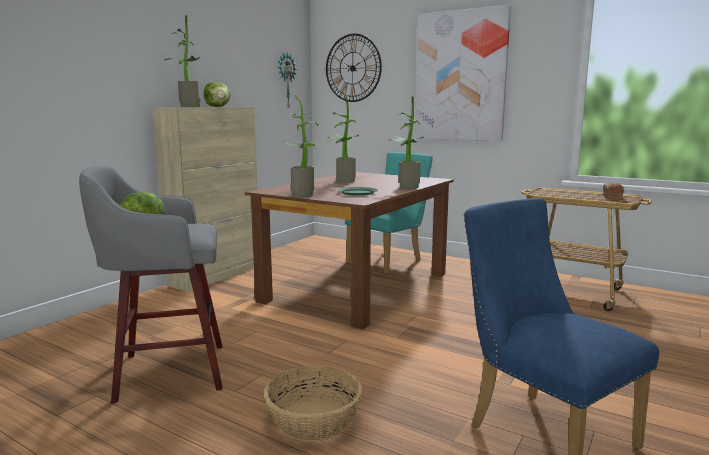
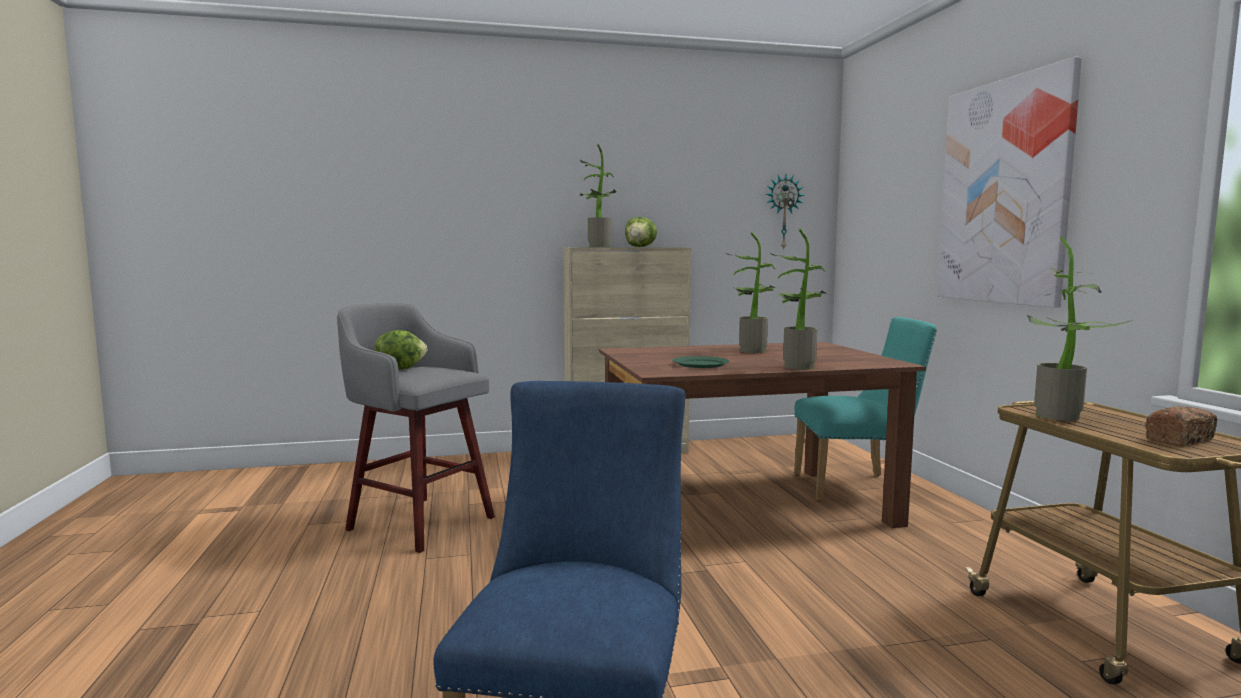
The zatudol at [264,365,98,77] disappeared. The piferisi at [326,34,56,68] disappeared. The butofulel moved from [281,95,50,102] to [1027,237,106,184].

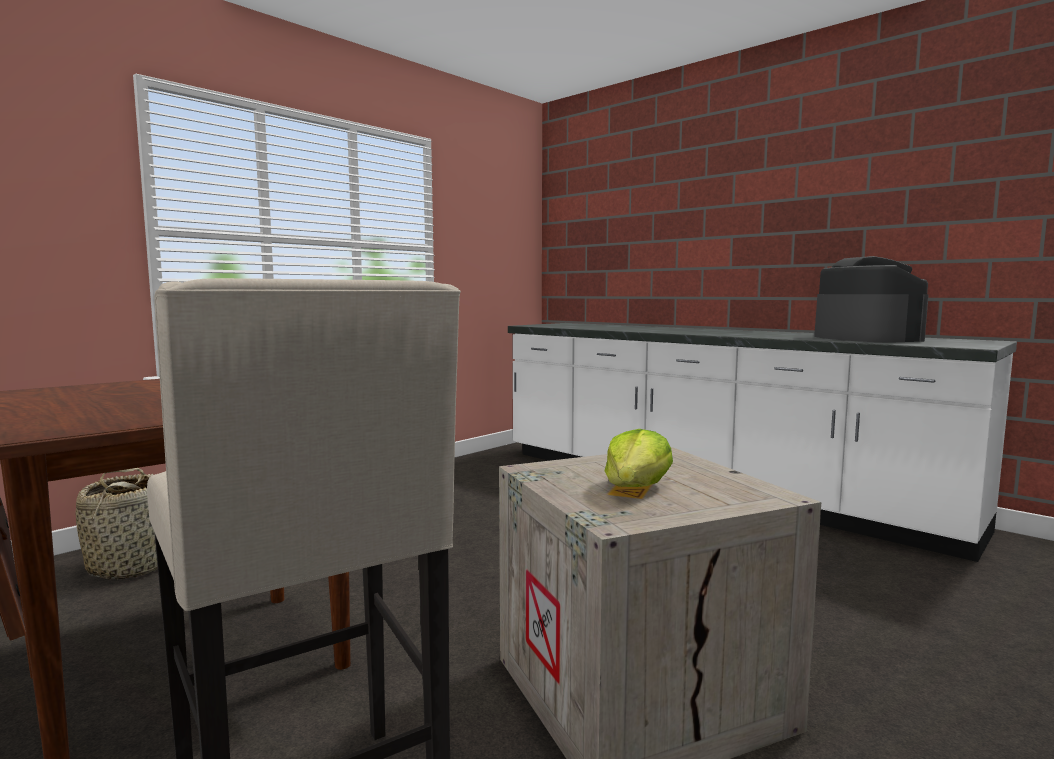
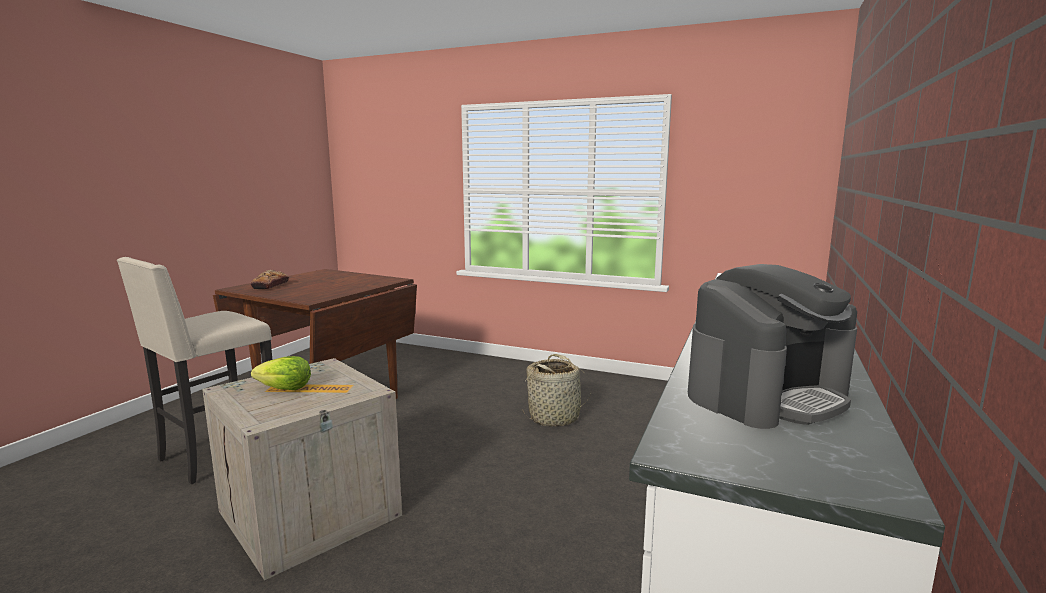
The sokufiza at [250,270,39,19] appeared. The zatudol moved from [76,468,82,112] to [522,354,69,73].

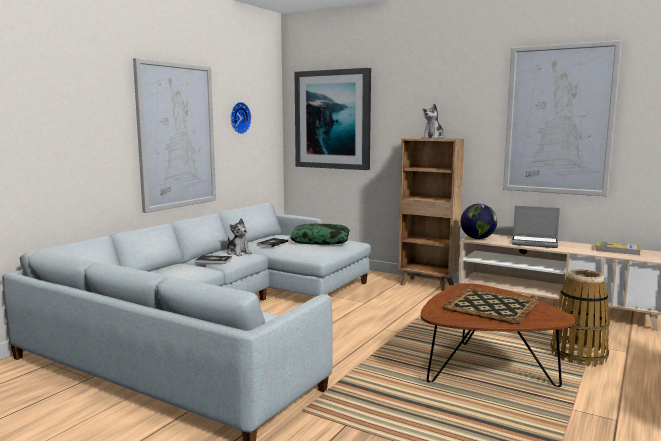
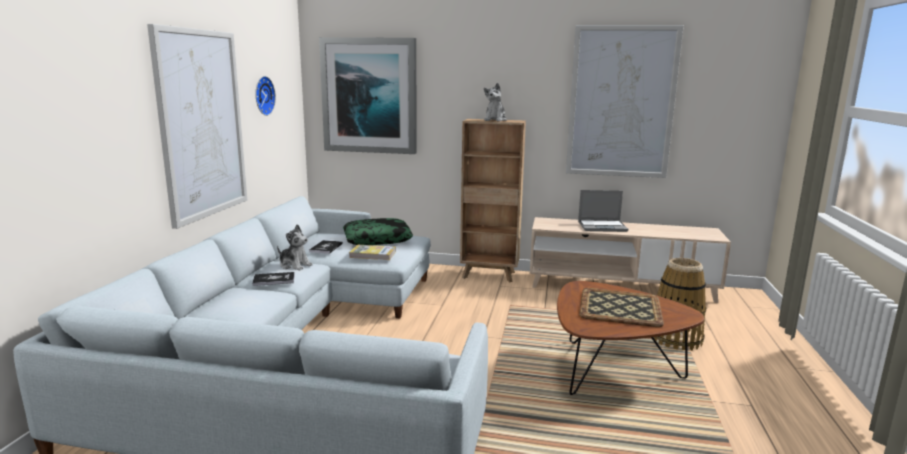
The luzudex at [460,204,37,35] disappeared. The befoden moved from [596,241,45,14] to [349,245,47,15].

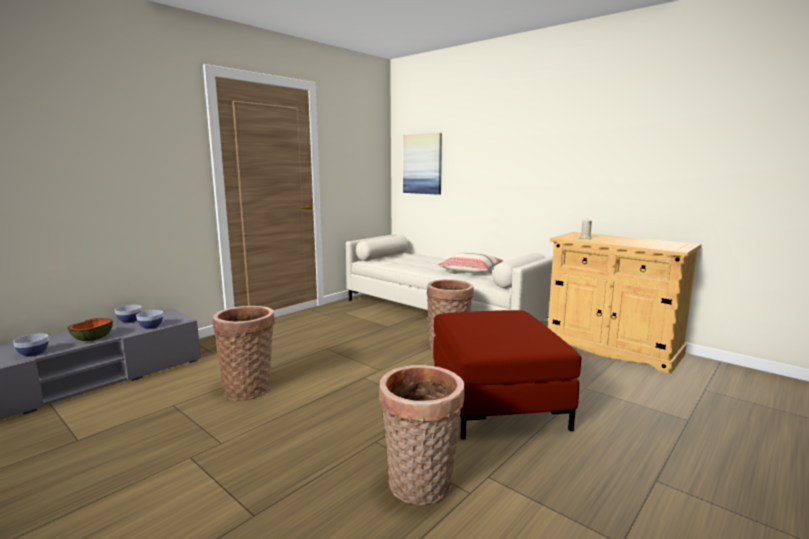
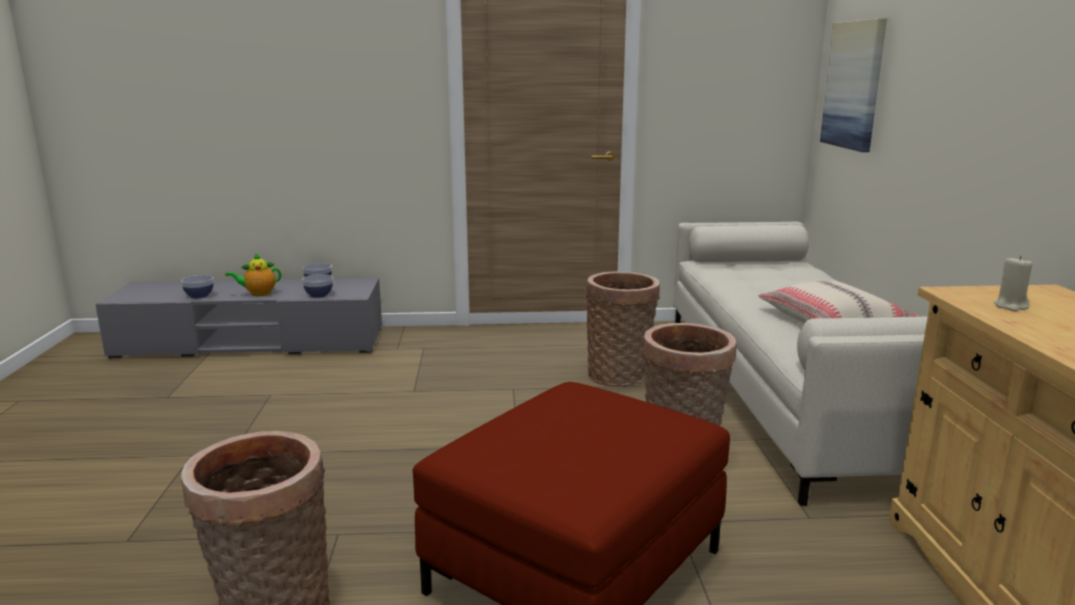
The zatudol moved from [212,306,63,95] to [585,271,75,116]. The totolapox at [68,318,45,23] was replaced by the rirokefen at [225,253,56,43].

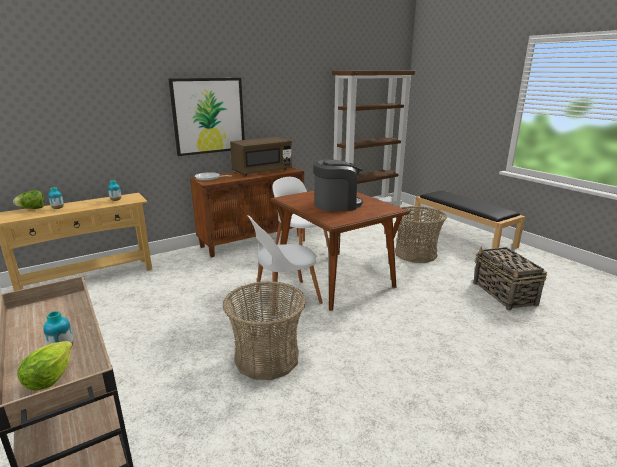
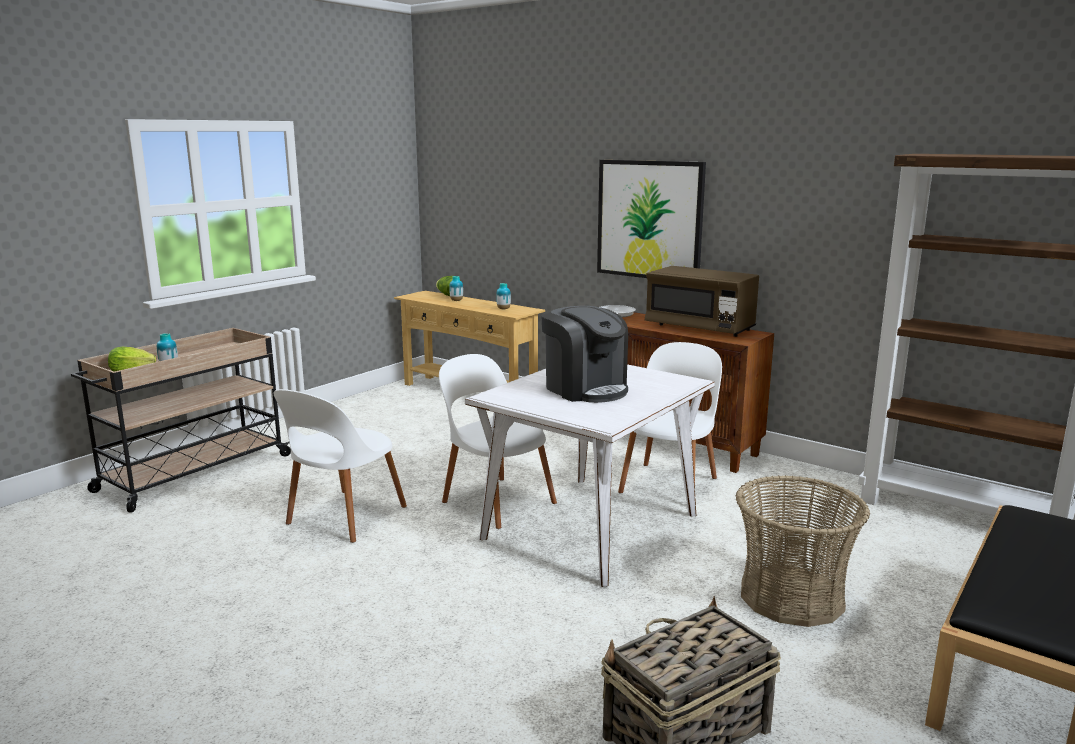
The zatudol at [223,281,83,99] was replaced by the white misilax at [273,389,134,154]. The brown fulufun at [270,190,140,121] became the white fulufun at [465,364,250,223].

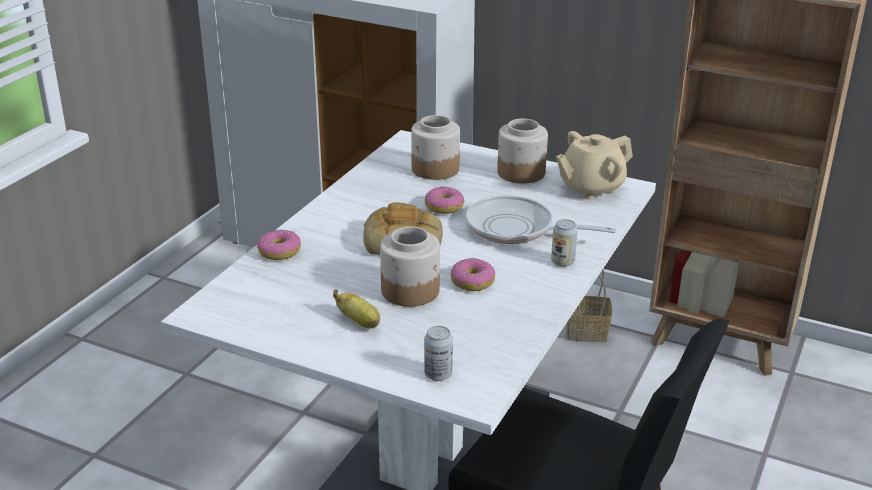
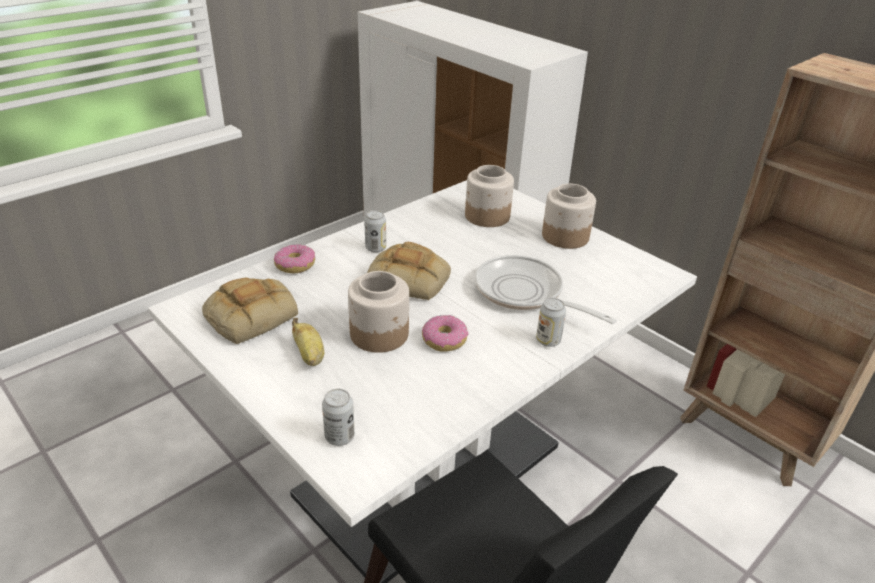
The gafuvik at [425,187,39,27] disappeared. The beige rirokefen at [556,131,77,69] disappeared. The zatudol at [566,268,46,74] disappeared. The sokufiza at [202,278,96,66] appeared. The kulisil at [364,210,22,43] appeared.

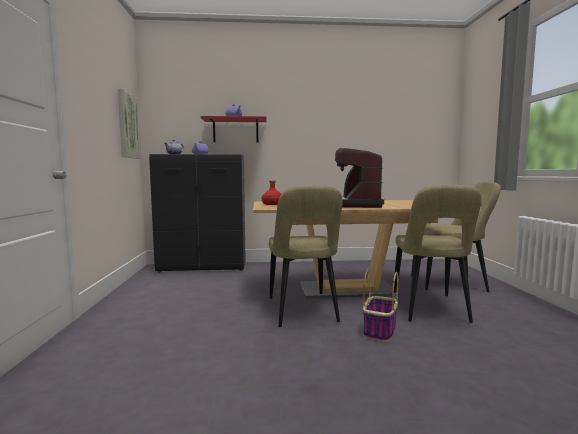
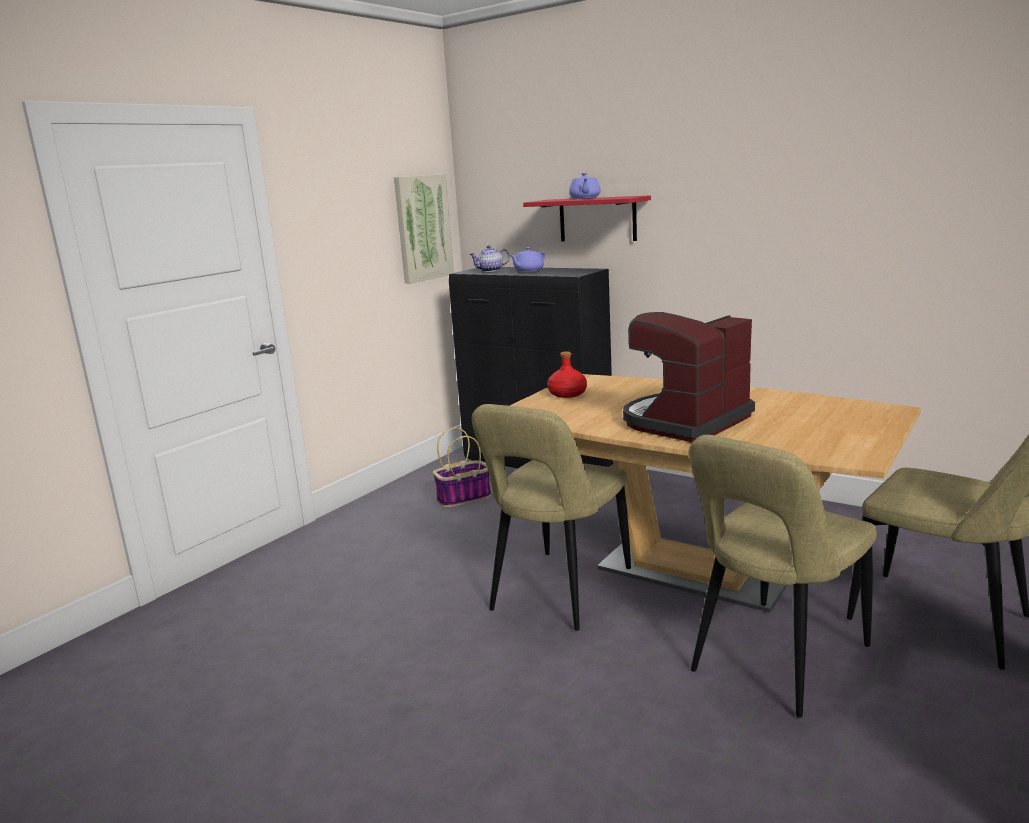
The zatudol moved from [363,268,35,74] to [433,428,58,79].

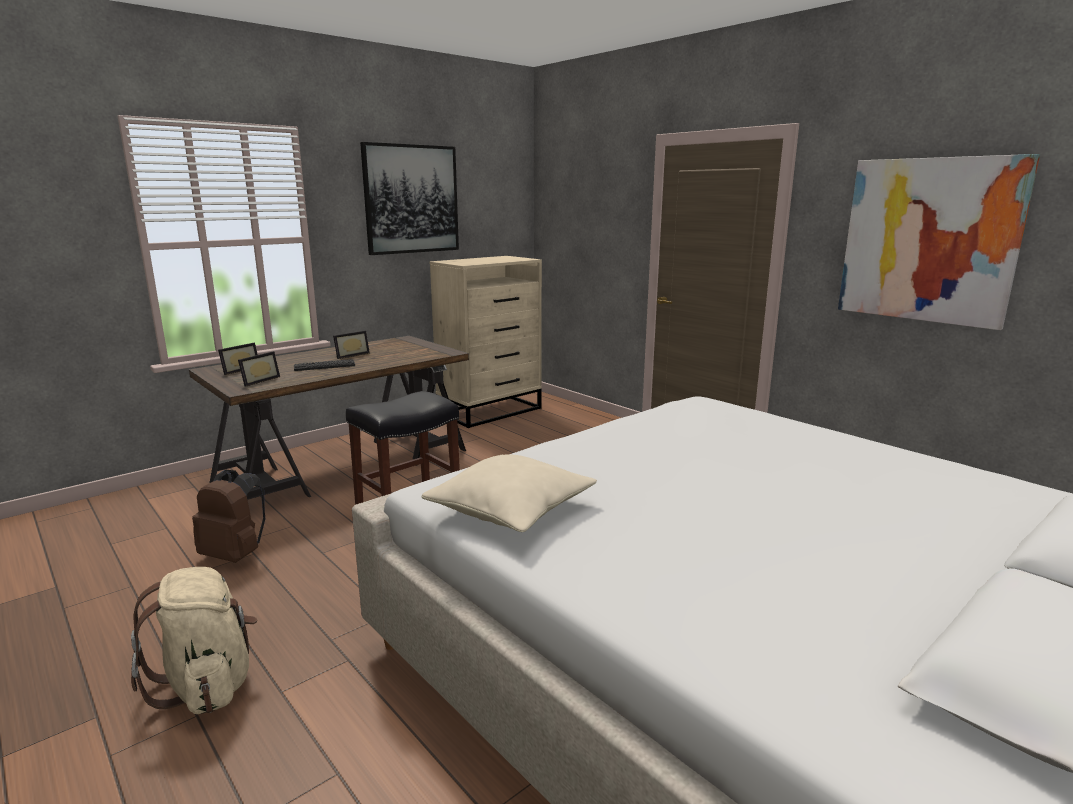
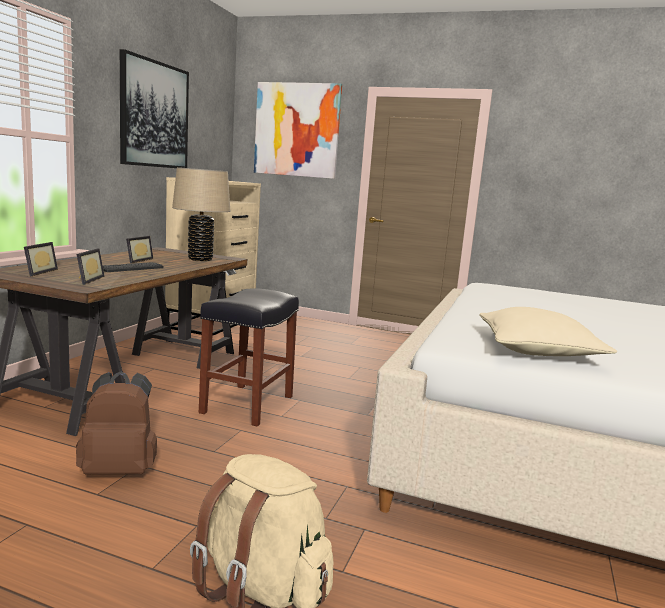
The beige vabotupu at [172,167,58,94] appeared. The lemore moved from [838,154,202,176] to [254,82,88,97].

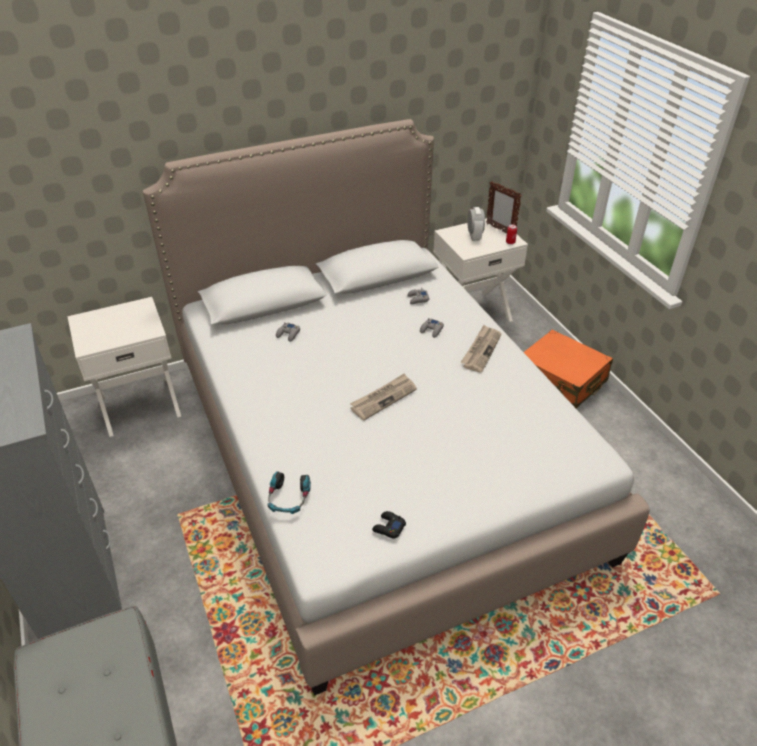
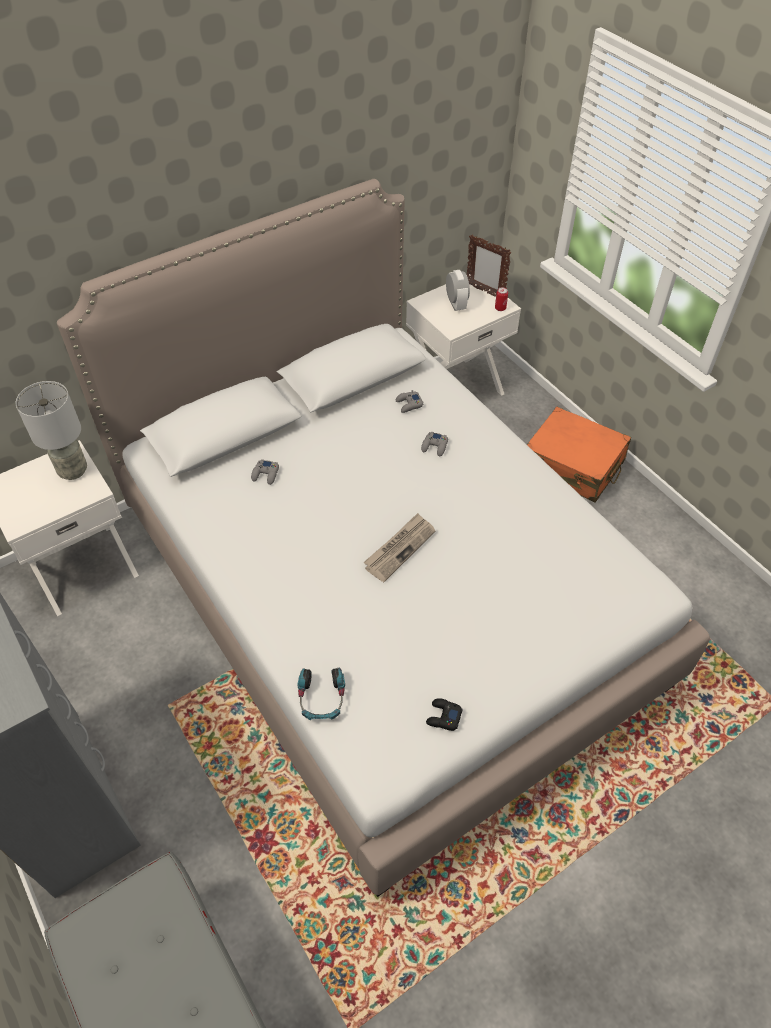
The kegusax at [460,325,41,48] disappeared. The grey vabotupu at [16,381,71,99] appeared.

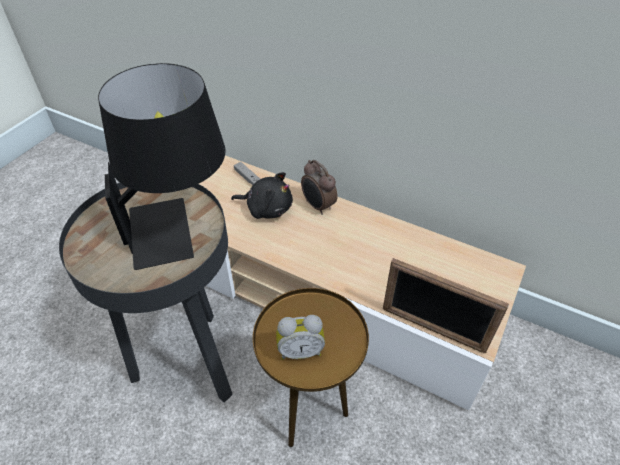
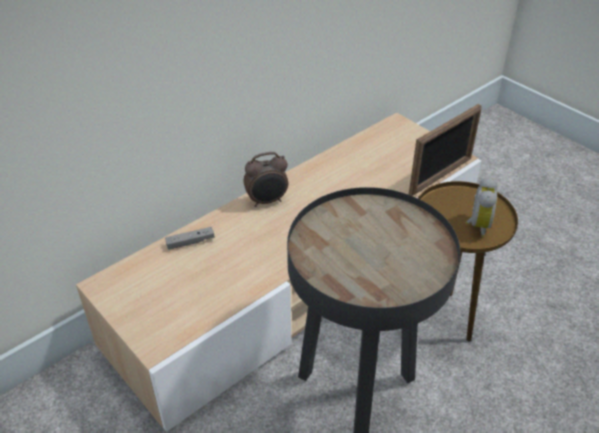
The black vabotupu at [98,63,128,207] disappeared. The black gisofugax at [231,172,62,47] disappeared.

